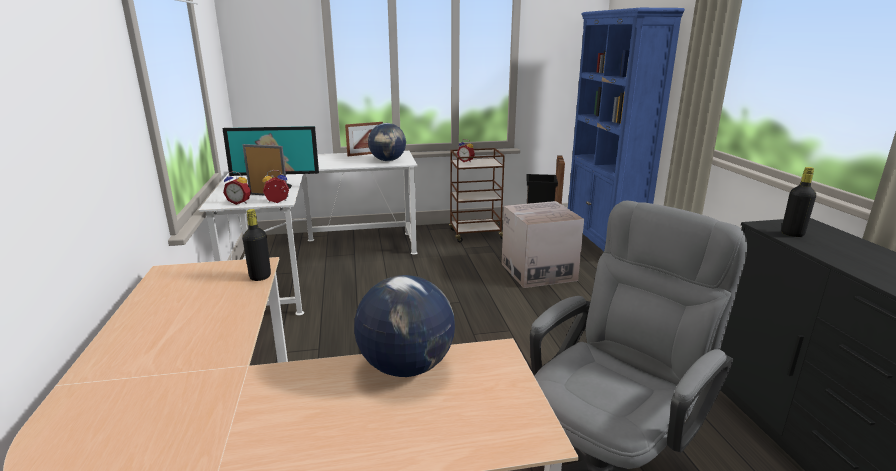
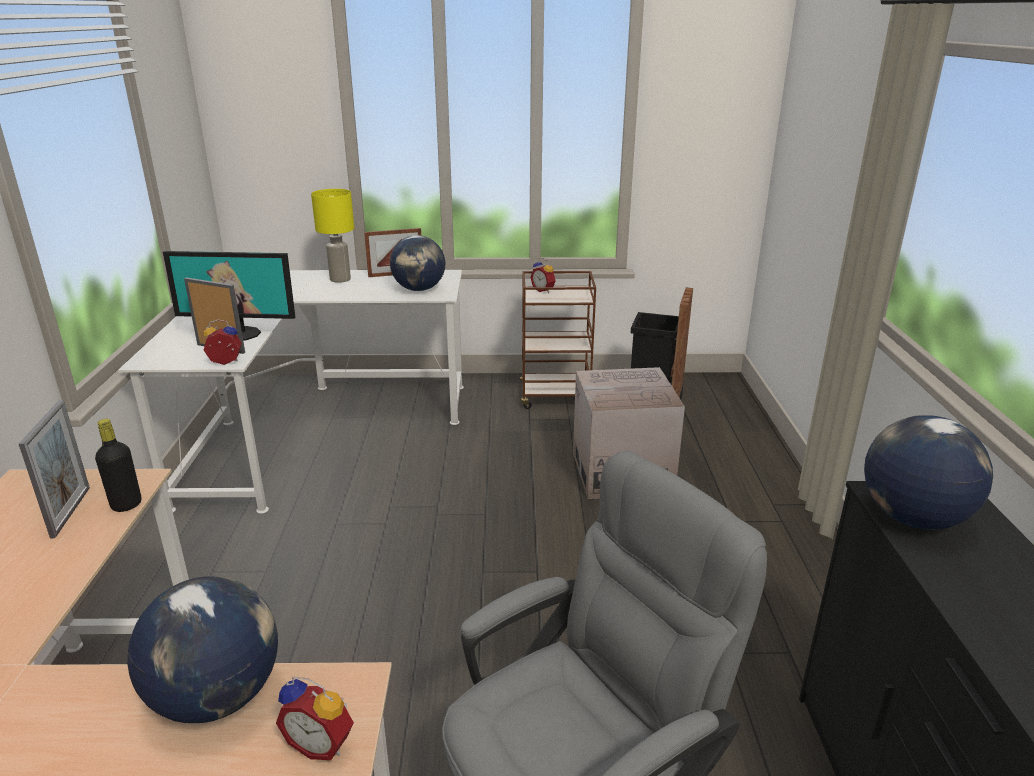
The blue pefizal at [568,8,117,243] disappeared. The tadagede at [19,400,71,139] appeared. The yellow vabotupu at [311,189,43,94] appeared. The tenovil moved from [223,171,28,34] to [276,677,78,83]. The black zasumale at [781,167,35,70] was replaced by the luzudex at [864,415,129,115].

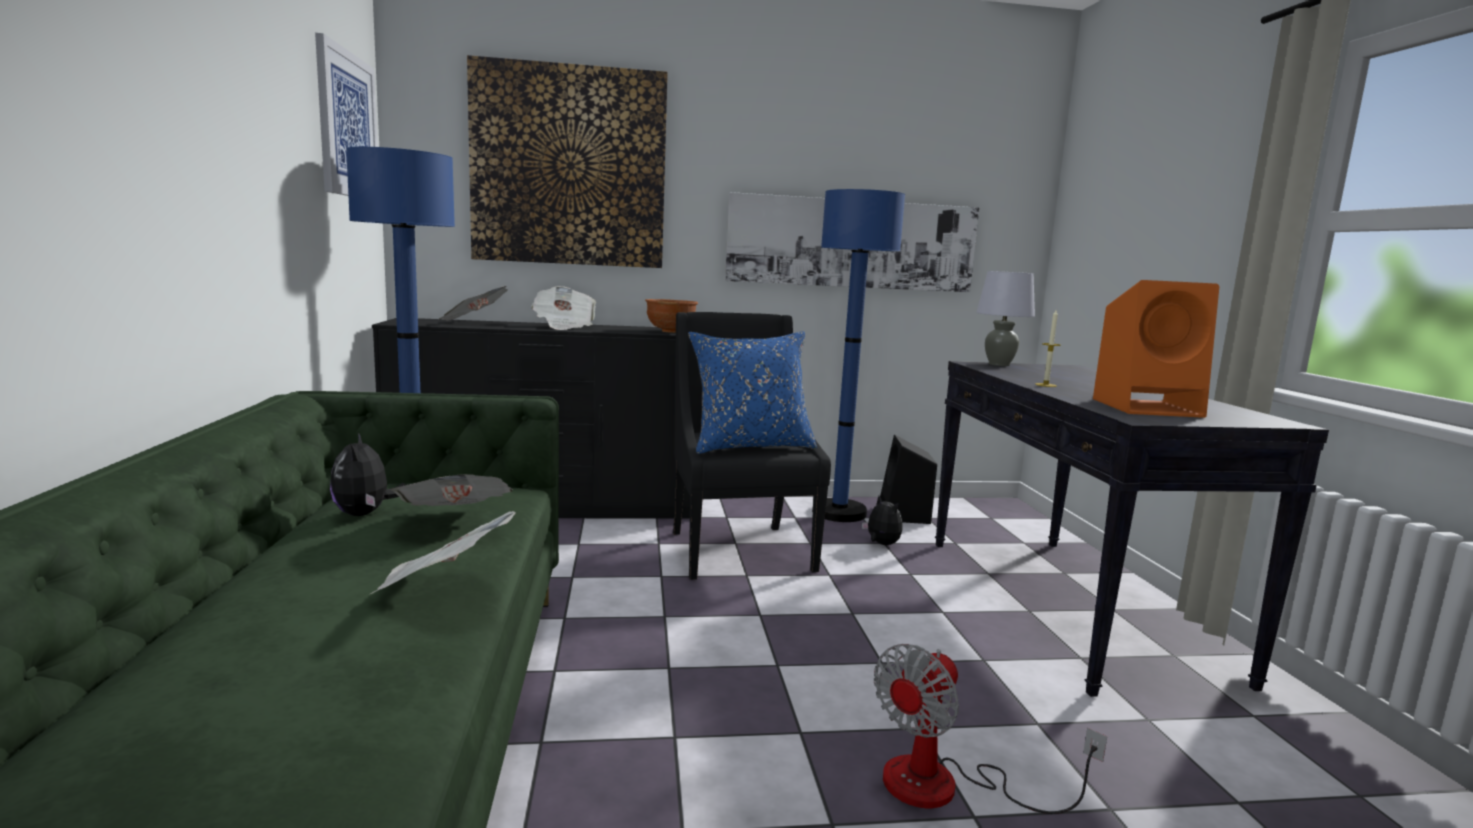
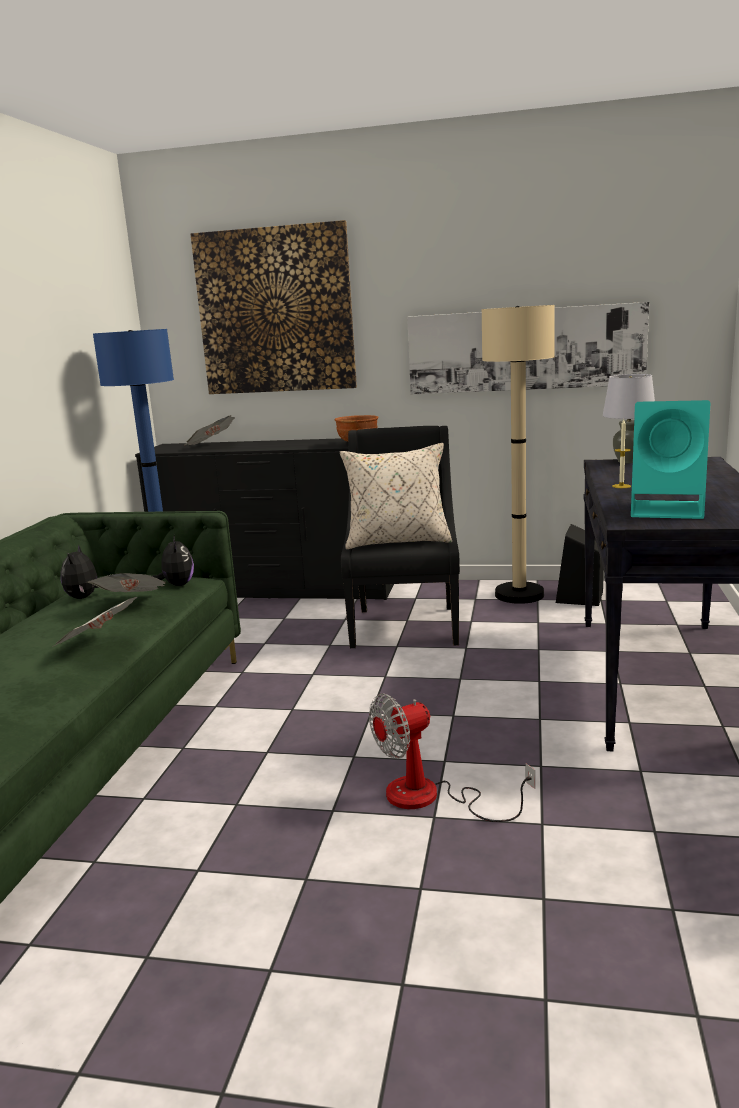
The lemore at [315,33,63,163] disappeared. The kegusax at [531,286,65,44] disappeared. The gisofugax moved from [862,496,41,49] to [152,535,42,51]. The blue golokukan at [688,331,129,123] became the beige golokukan at [340,443,112,106]. The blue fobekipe at [812,189,93,333] became the beige fobekipe at [481,305,74,299]. The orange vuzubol at [1093,280,126,138] became the turquoise vuzubol at [631,400,79,119].

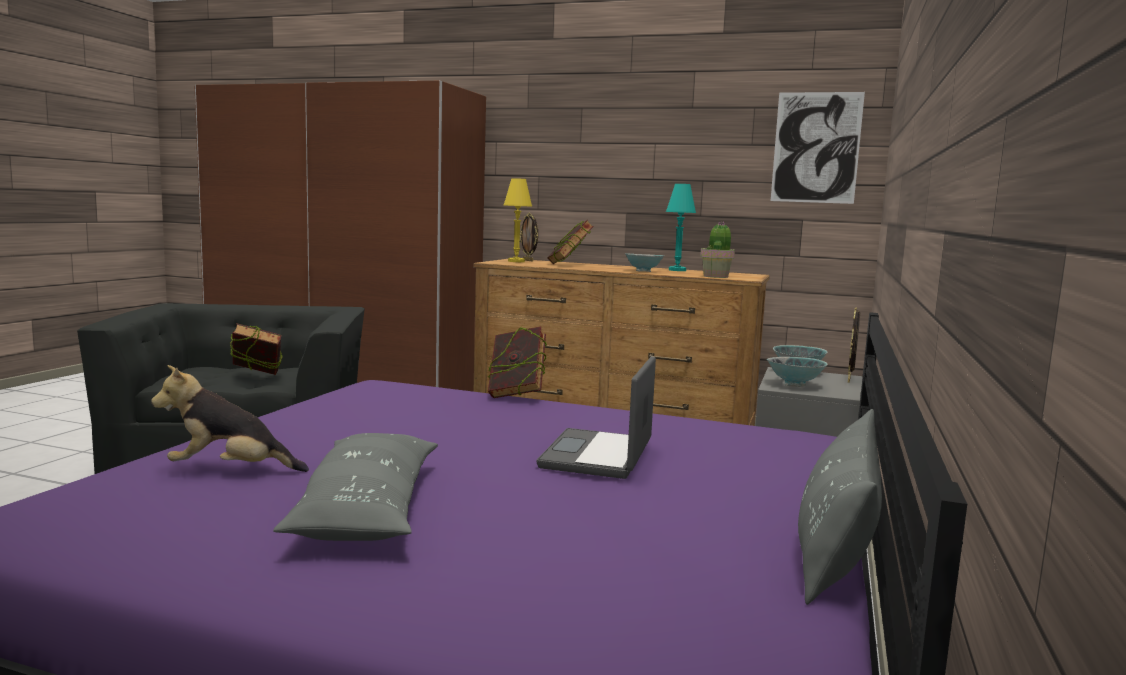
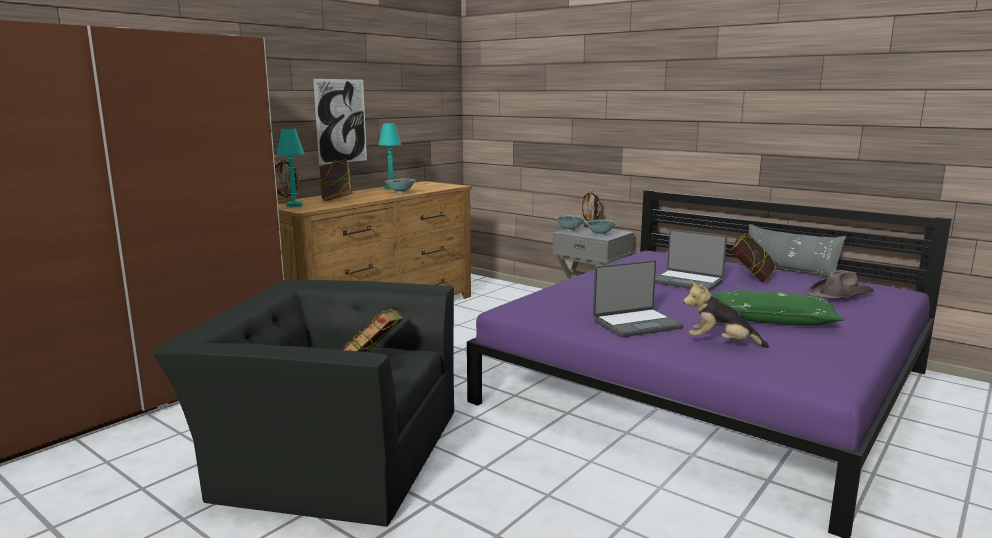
The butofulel at [700,221,35,57] disappeared. The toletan at [593,260,91,77] appeared. The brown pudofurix at [807,270,67,29] appeared. The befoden moved from [488,326,59,72] to [730,232,48,51]. The lemore moved from [771,92,94,112] to [313,79,54,86]. The grey golokukan at [273,433,165,108] became the green golokukan at [711,290,134,36]. The yellow vabotupu at [504,178,28,84] became the turquoise vabotupu at [276,128,28,79]. The gisofugax at [151,365,158,107] turned 90 degrees clockwise.

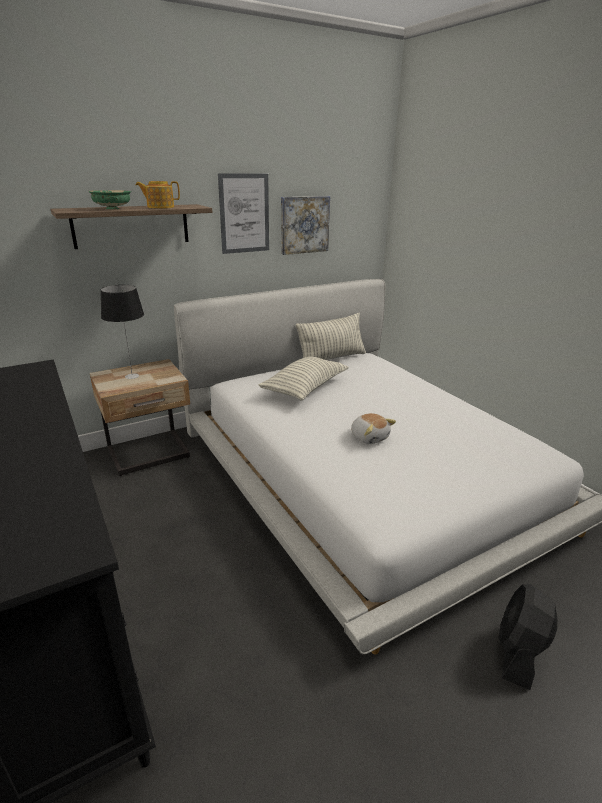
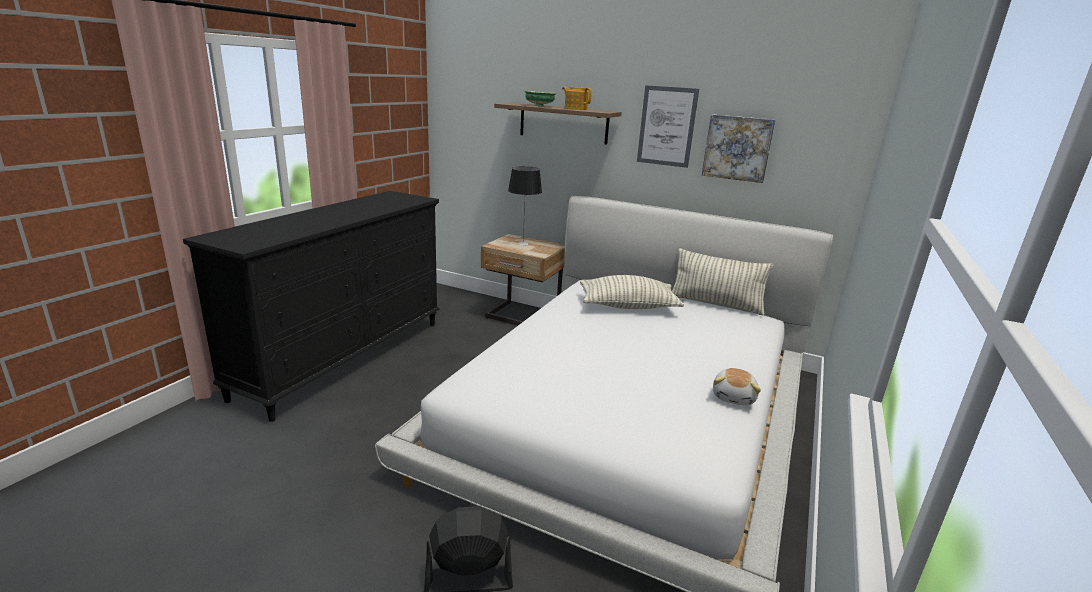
The gisofugax moved from [351,413,45,31] to [713,368,48,38].

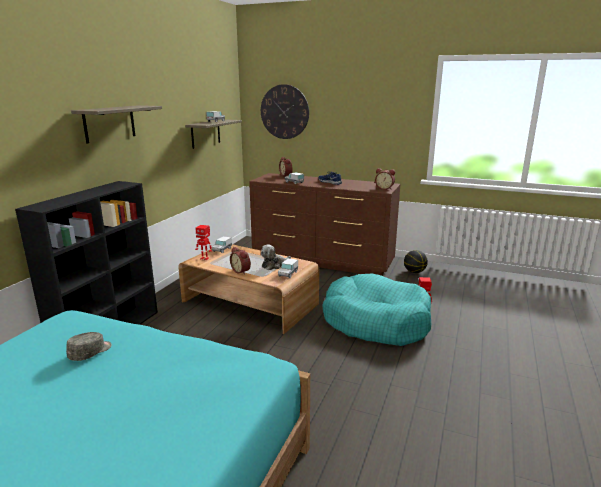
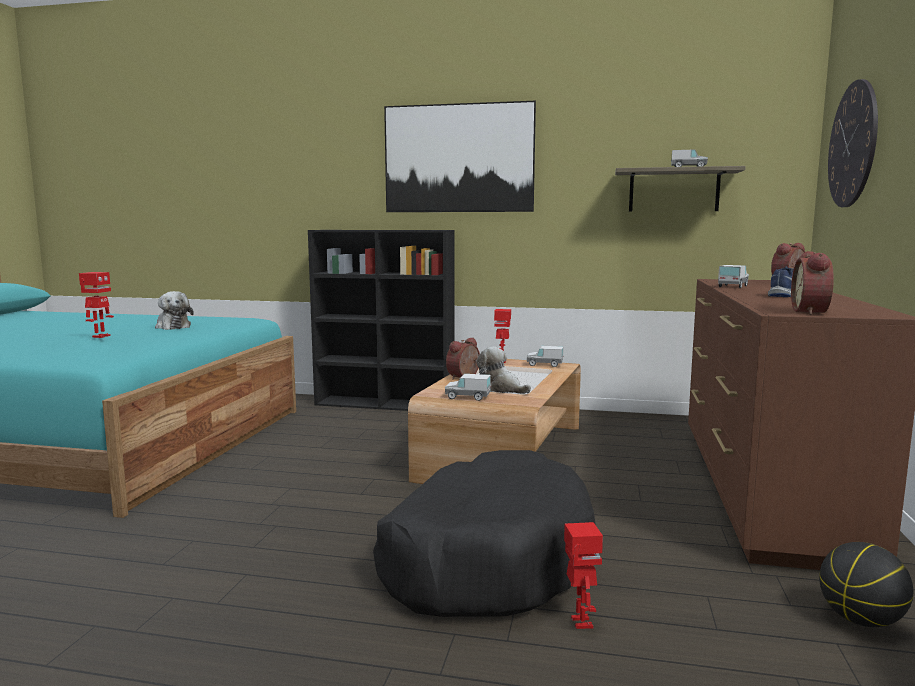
The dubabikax at [79,272,35,66] appeared. The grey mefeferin at [66,332,46,29] was replaced by the gisofugax at [155,291,39,39]. The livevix at [71,105,91,39] was replaced by the lemore at [384,101,152,111]. The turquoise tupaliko at [322,274,109,72] became the black tupaliko at [373,450,223,167].

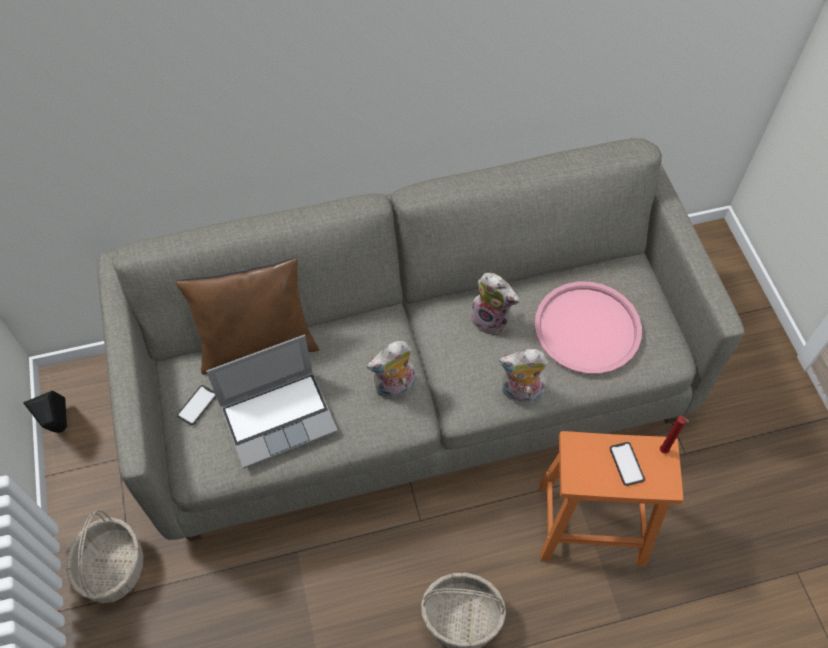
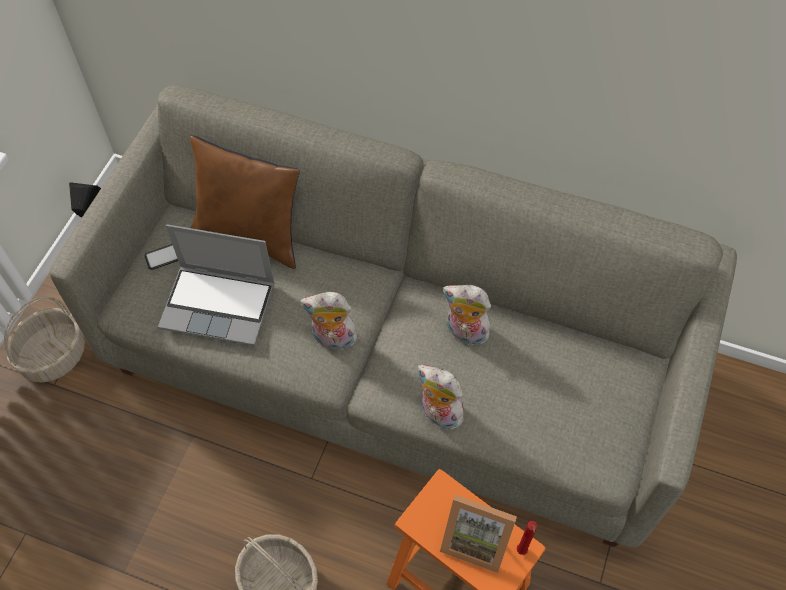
The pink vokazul at [535,282,107,92] disappeared. The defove at [610,442,35,44] was replaced by the tadagede at [440,495,77,78]. The gisofugax at [470,273,49,63] turned 135 degrees clockwise.

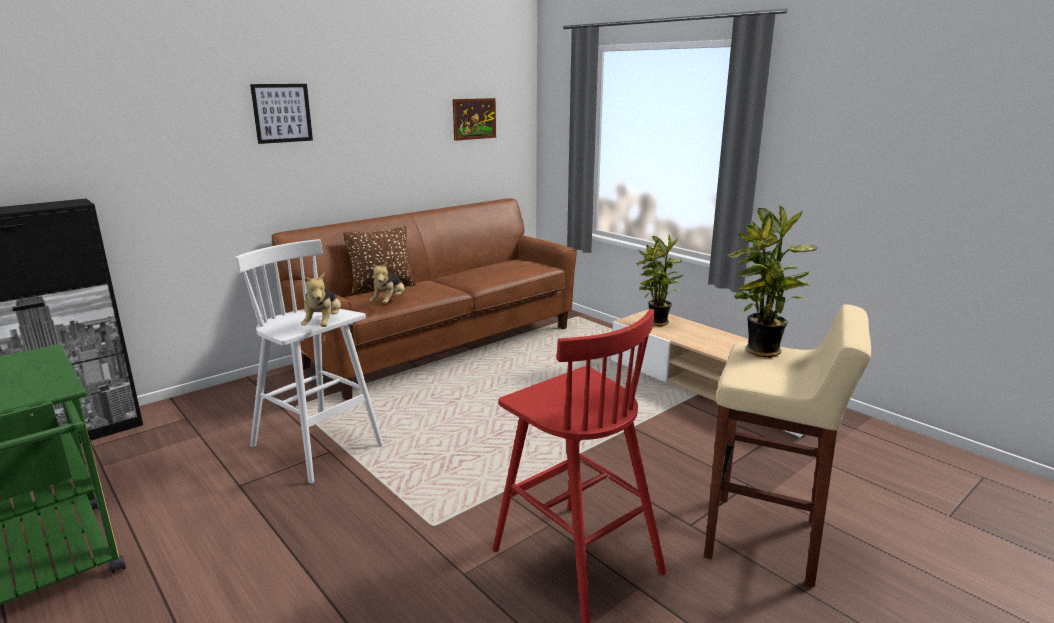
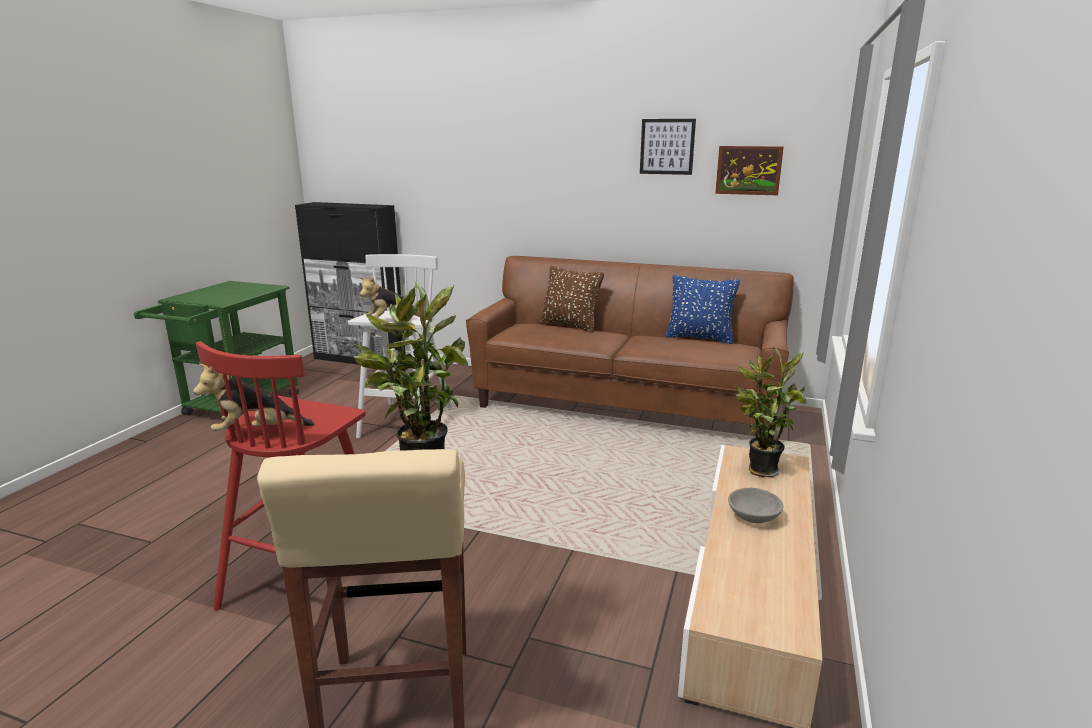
The blue golokukan at [665,275,75,69] appeared. The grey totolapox at [728,488,55,35] appeared. The lemore moved from [250,84,63,60] to [640,119,56,56]. The gisofugax moved from [369,262,36,42] to [193,363,122,68].

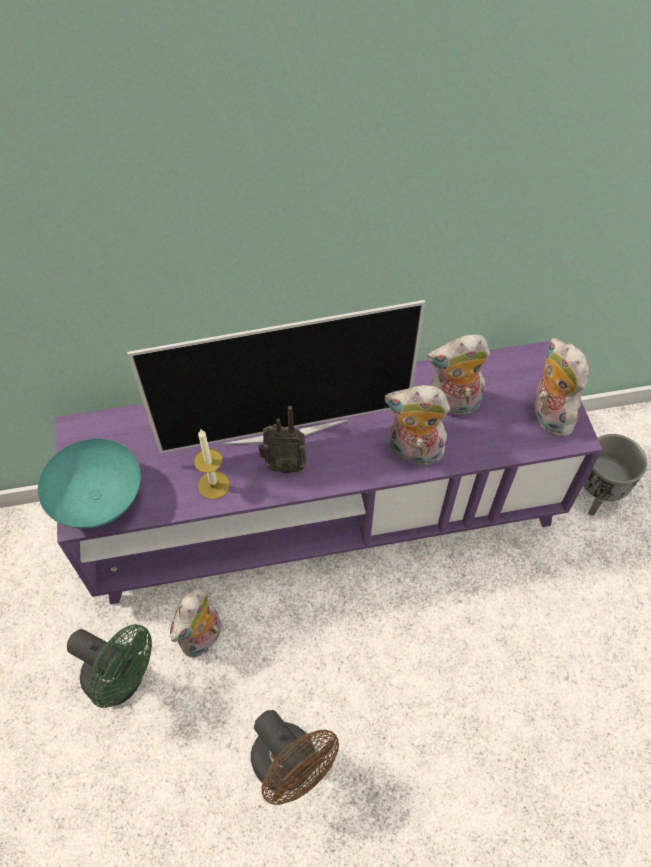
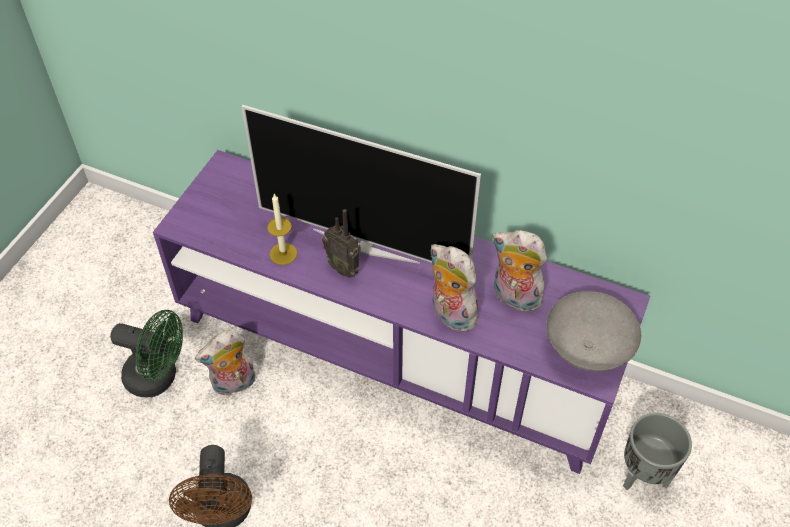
The turquoise totolapox at [38,439,103,90] disappeared. The gisofugax at [533,338,57,98] was replaced by the grey totolapox at [546,291,95,81]. The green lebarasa at [67,624,85,84] turned 45 degrees counterclockwise.

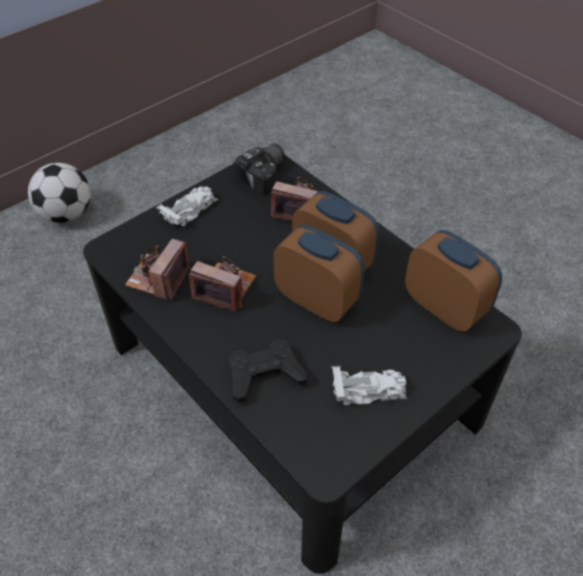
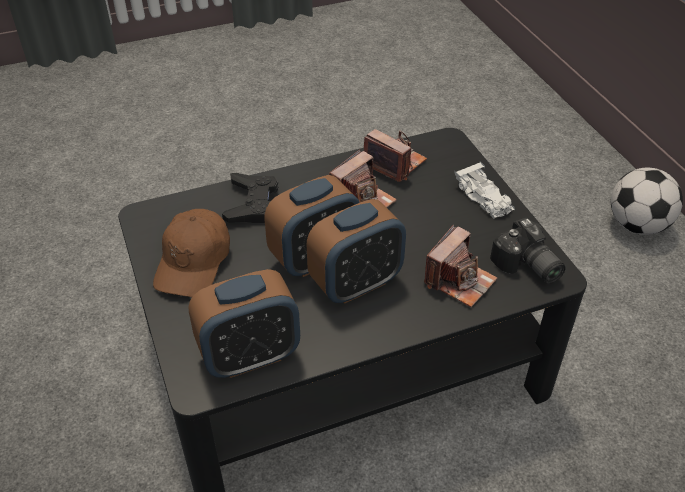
The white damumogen at [331,366,76,40] was replaced by the brown mefeferin at [153,209,77,88].

